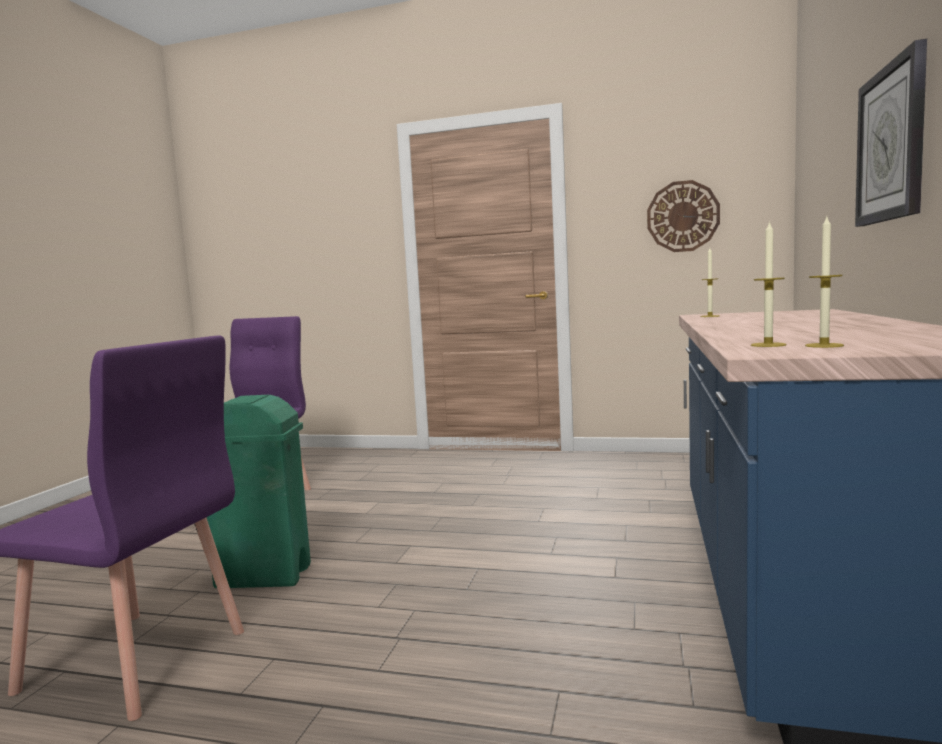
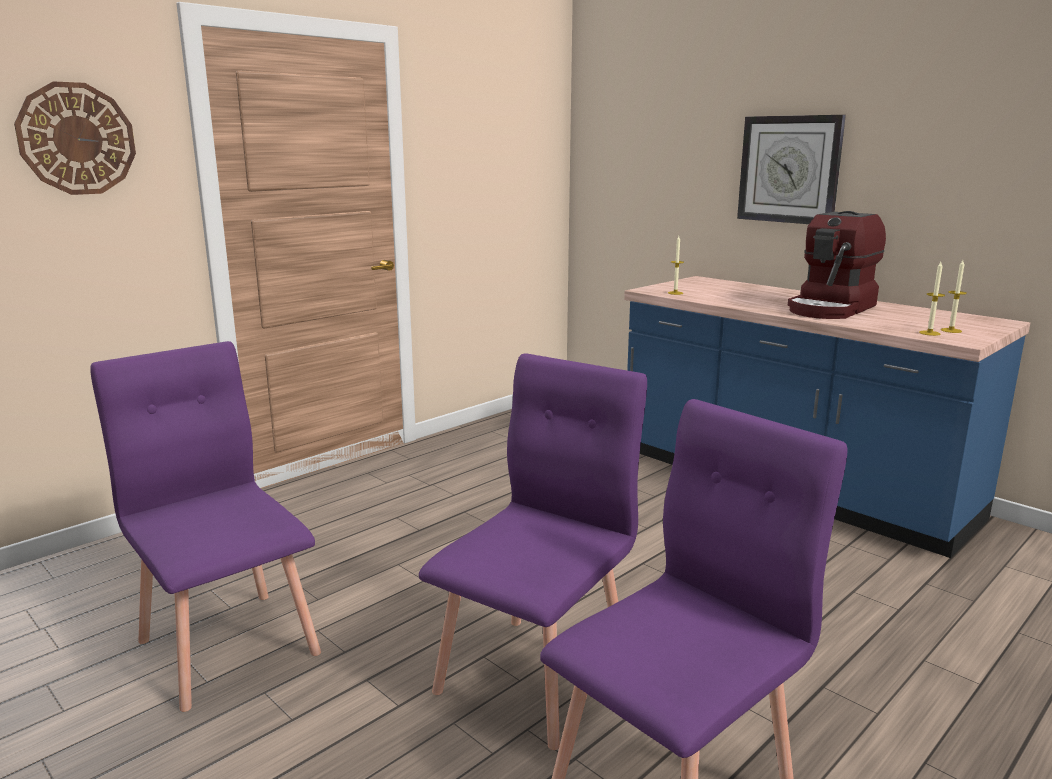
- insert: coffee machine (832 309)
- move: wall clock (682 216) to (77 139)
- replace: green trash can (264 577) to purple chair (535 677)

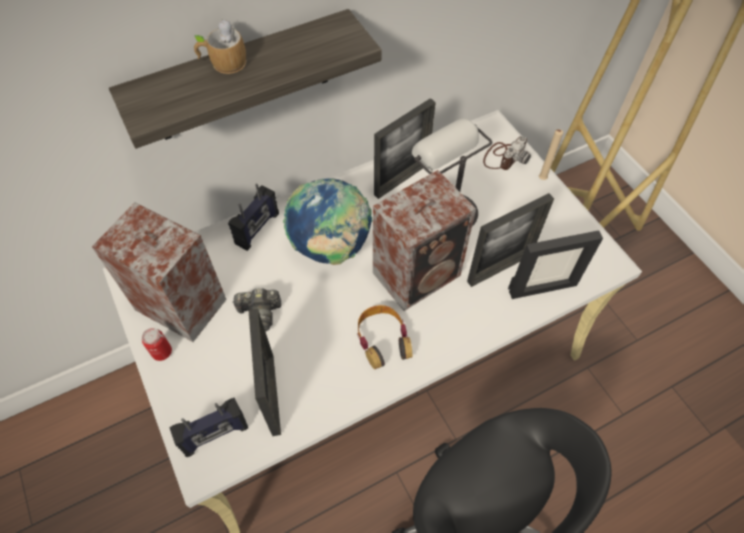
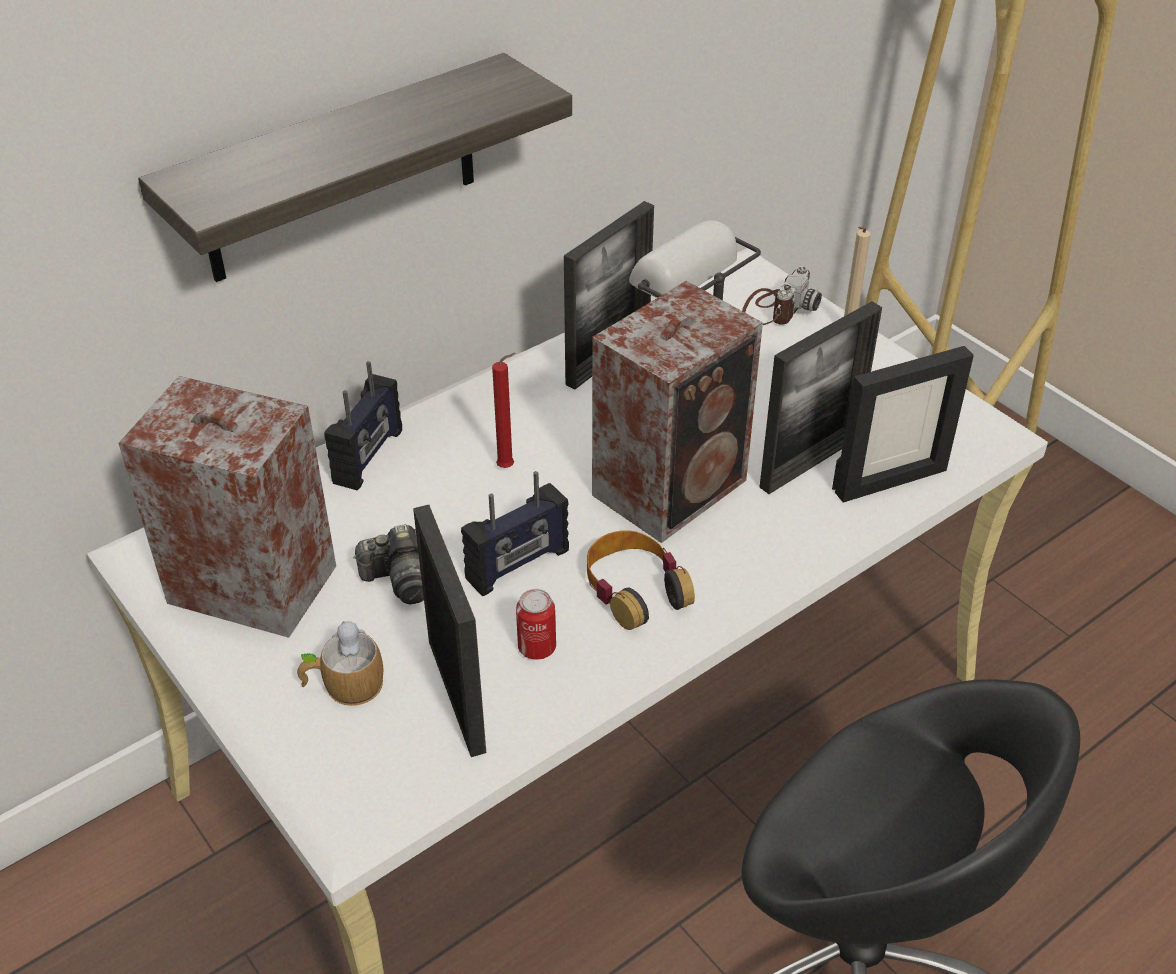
- move: can (162 352) to (537 647)
- move: radio (215 435) to (518 565)
- move: mug (223 62) to (343 684)
- replace: globe (331 247) to red candle (508 467)

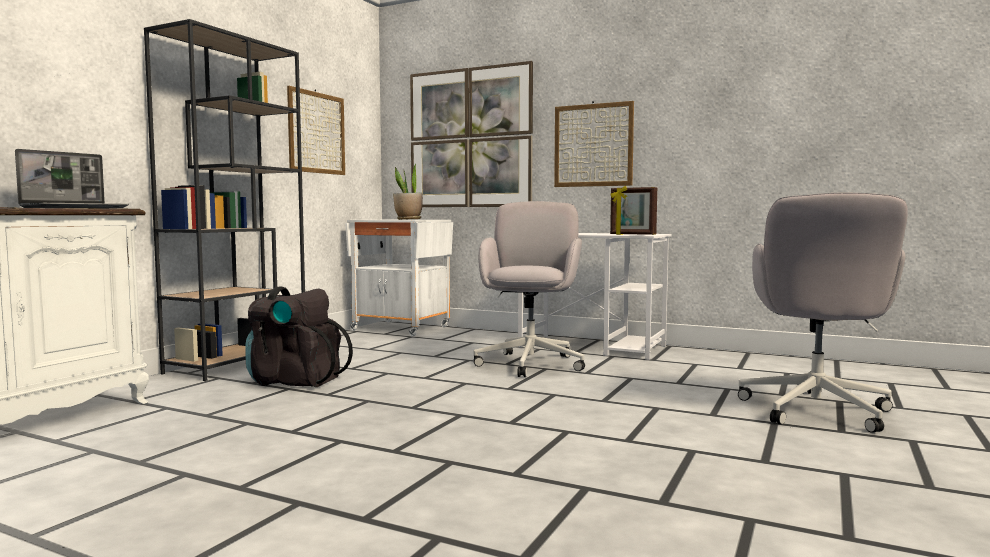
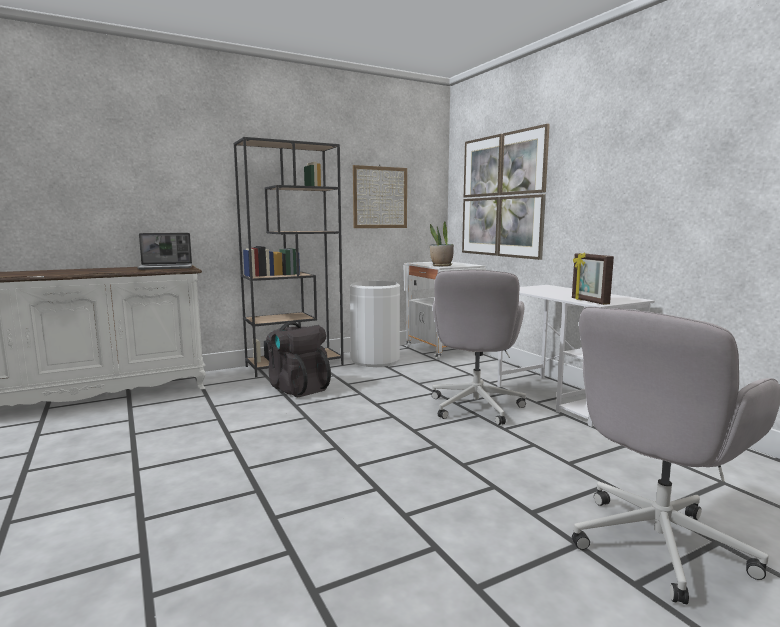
- delete: picture (593 144)
- insert: white trash can (375 360)
- rotate: grey office chair (531 364) = (475 407) 150 degrees clockwise

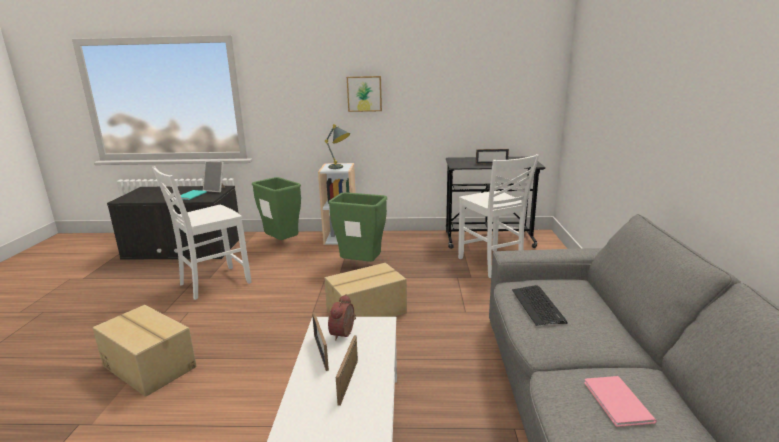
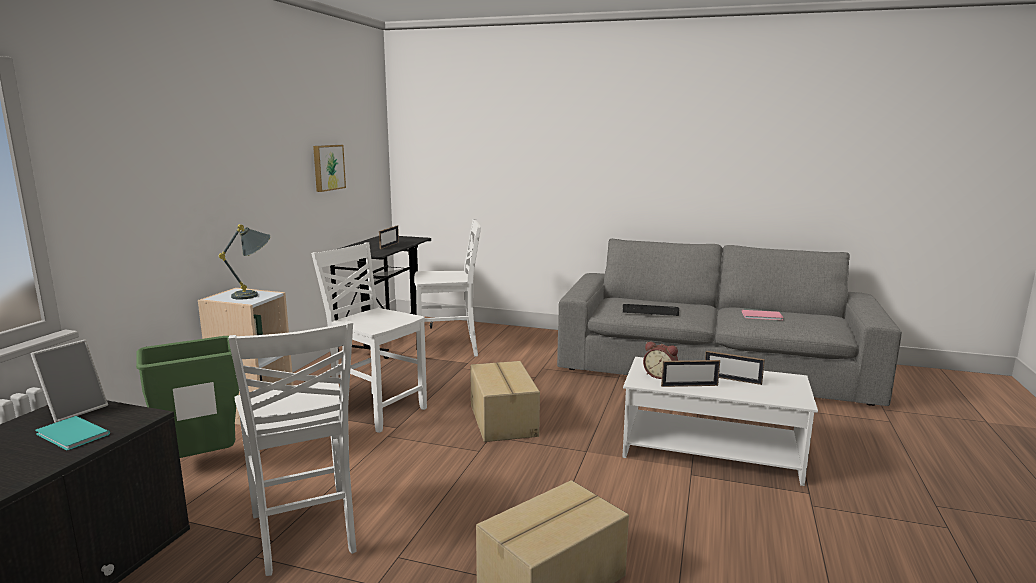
- move: picture (364 93) to (327 167)
- replace: green trash can (361 266) to white chair (376 410)

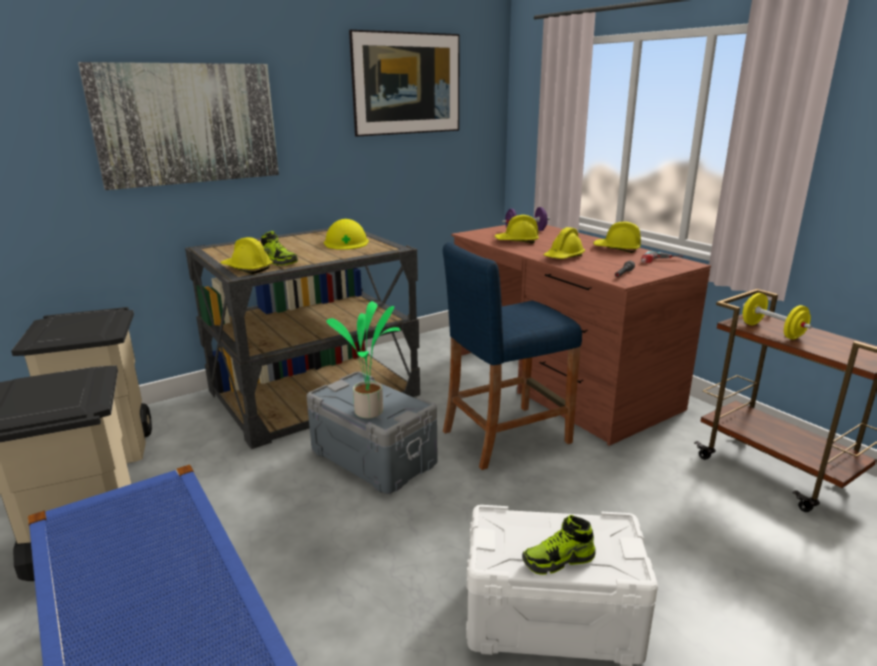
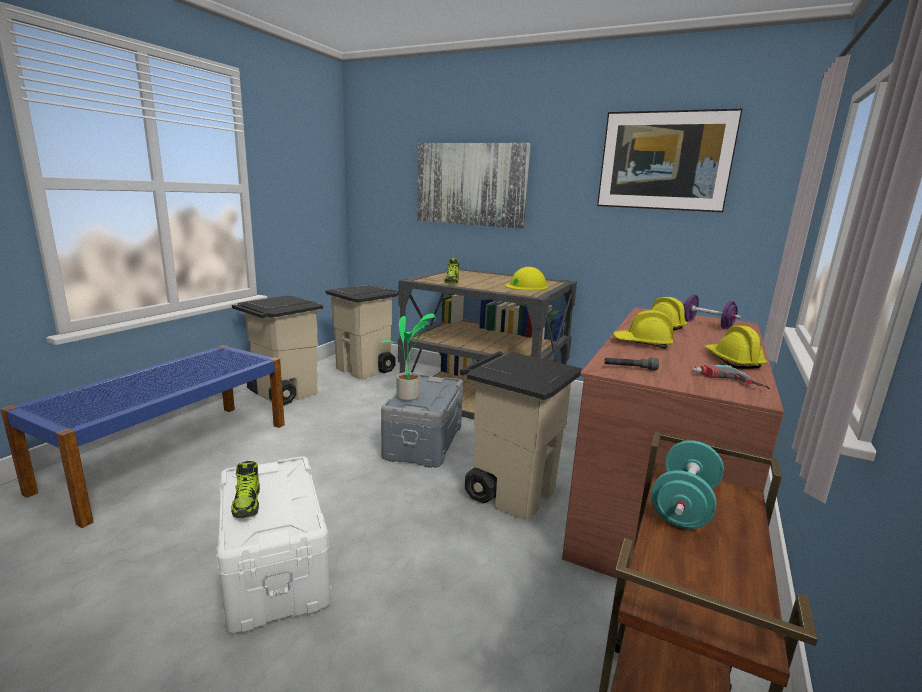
- delete: yellow hard hat (247 268)
- replace: blue stool (505 436) to beige trash can (512 491)
- recolor: yellow dumbbell (772 331) to turquoise dumbbell (683 506)
- rotate: shoe (558 560) = (247 503) 150 degrees counterclockwise

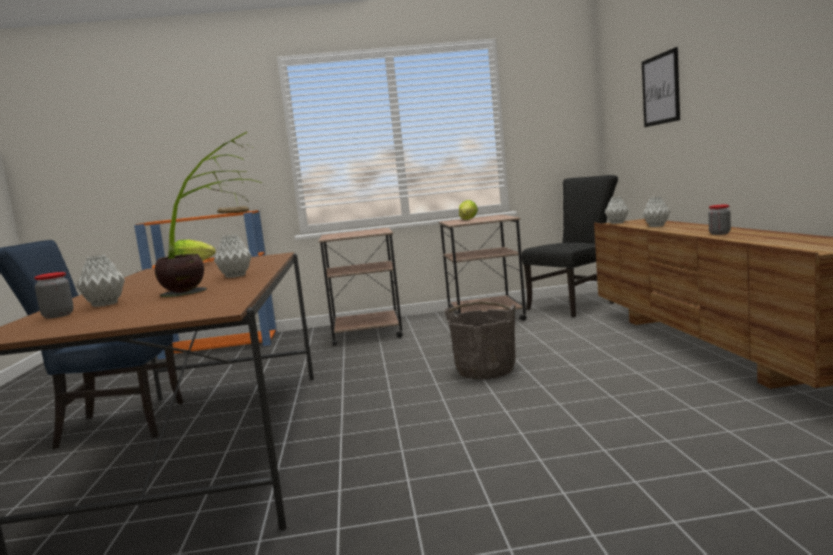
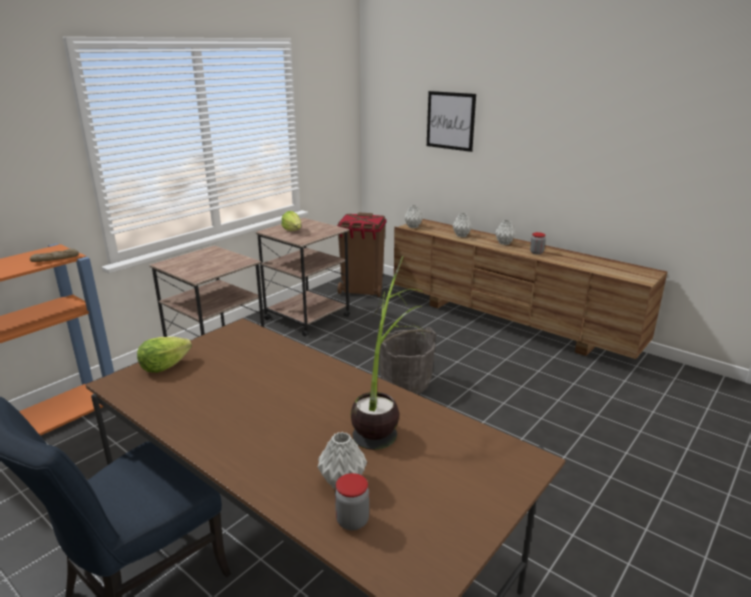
- move: grey vase (235 276) to (504 243)
- replace: black chair (575 305) to brown trash can (362 290)

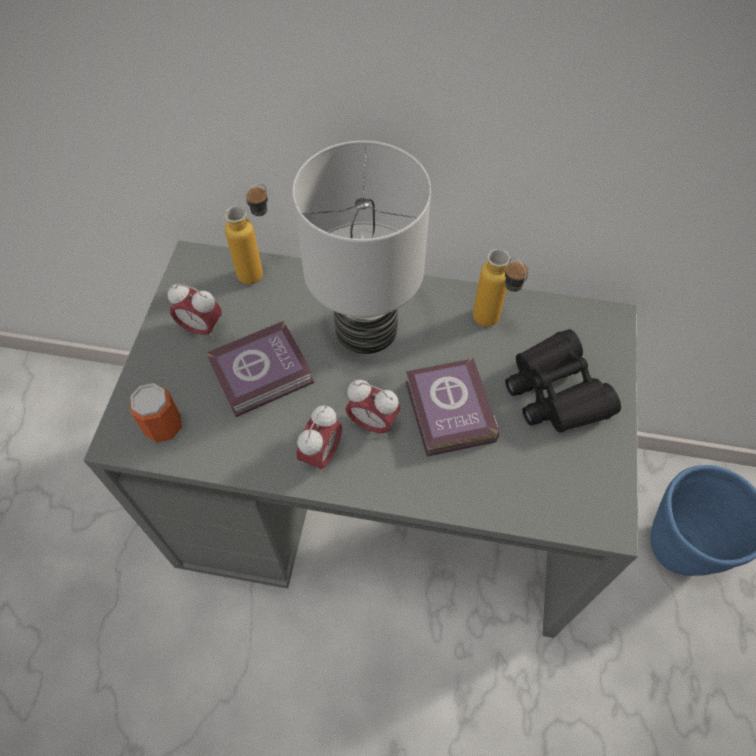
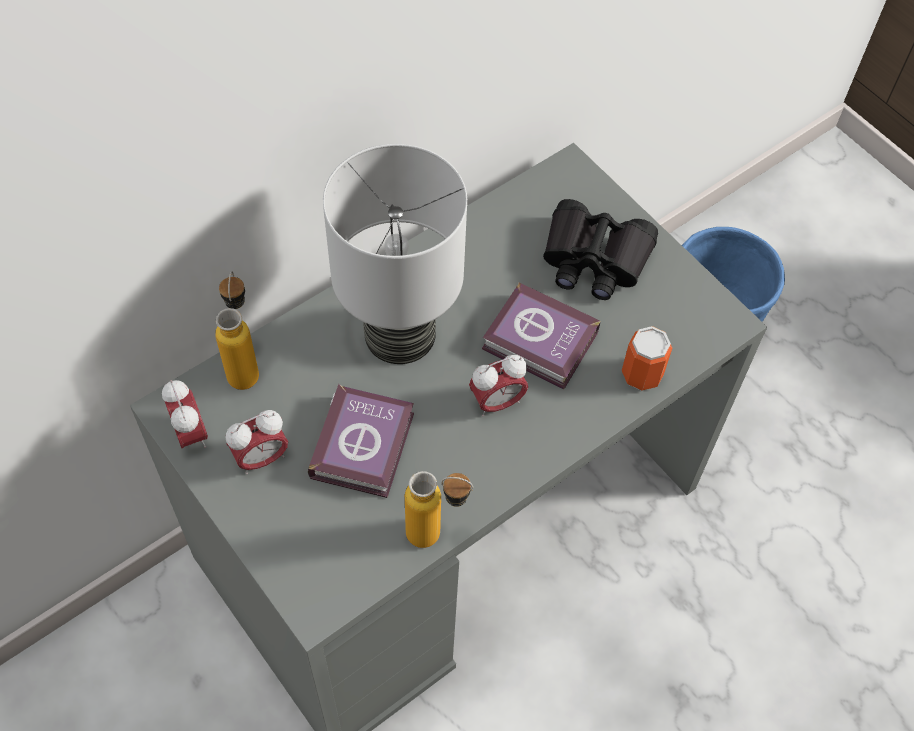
- move: can (164 427) to (641 374)
- move: alarm clock (321 454) to (190 434)
- move: bottle (492 324) to (437 535)

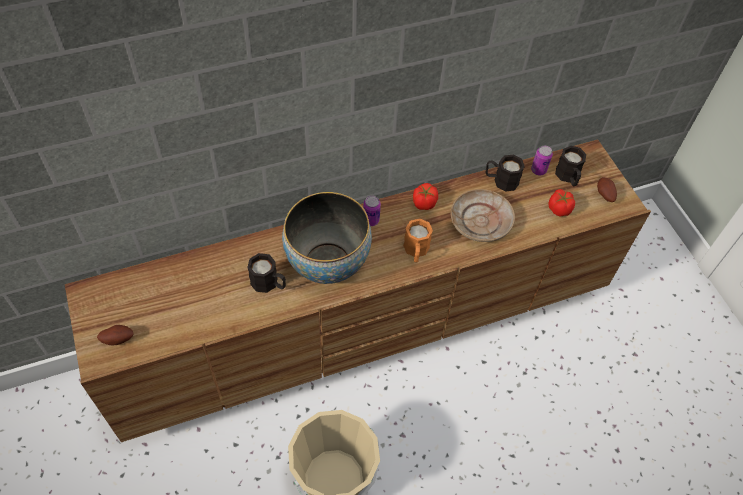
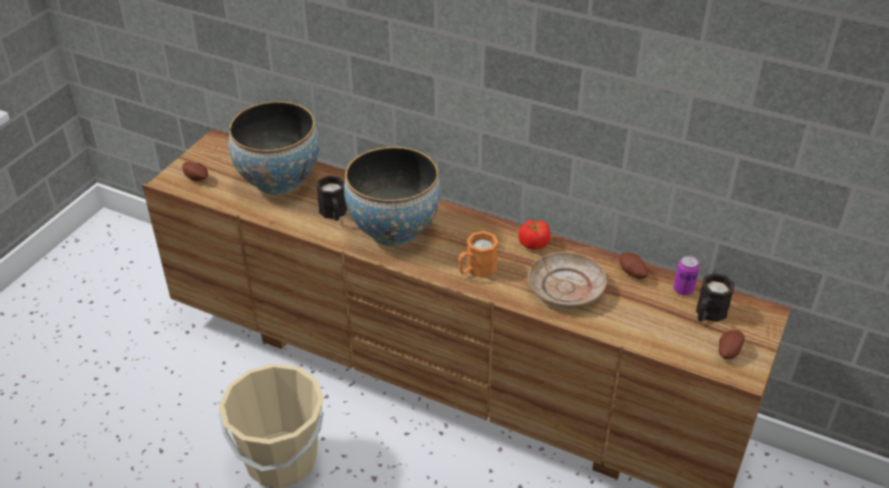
- delete: can (371 220)
- delete: tomato (559 209)
- insert: bowl (279 181)
- replace: black mug (501 180) to potato (631 273)

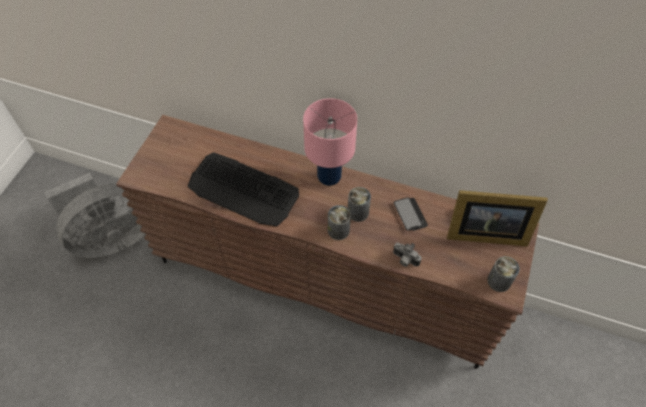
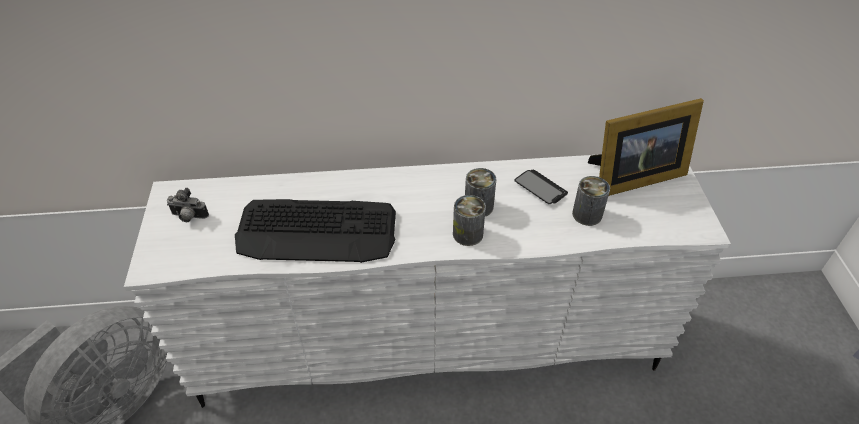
- delete: pink table lamp (329 176)
- move: photo camera (404 260) to (188 217)
- move: can (499 281) to (587 214)
- recolor: brown dresser (324 285) to white dresser (430 349)

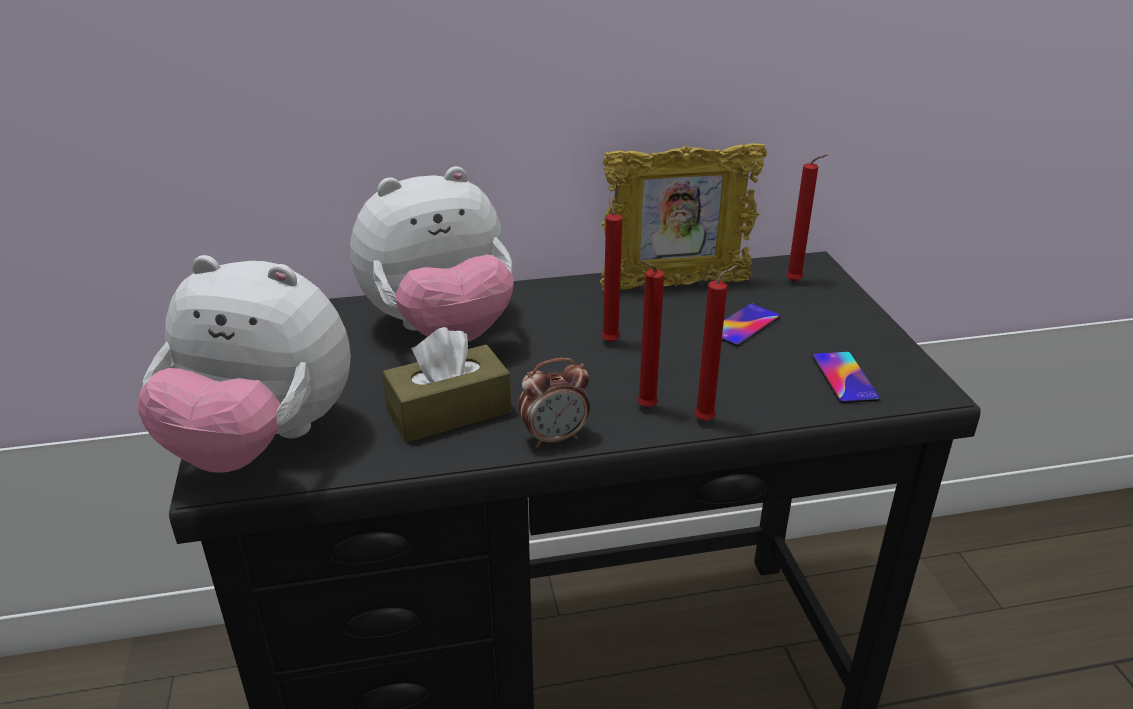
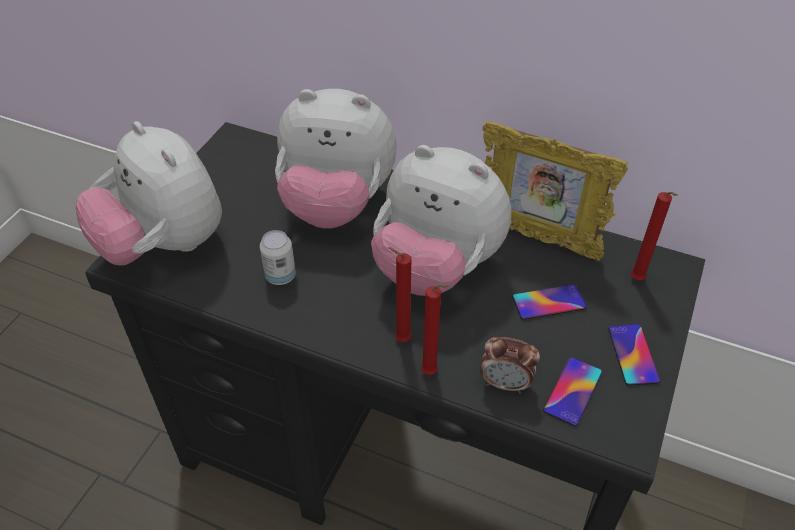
- insert: phone (633 354)
- move: alarm clock (555 438) to (505 383)
- replace: brown tissue box (449 412) to can (280 276)
- replace: red candle (609 340) to plush toy (436 268)

